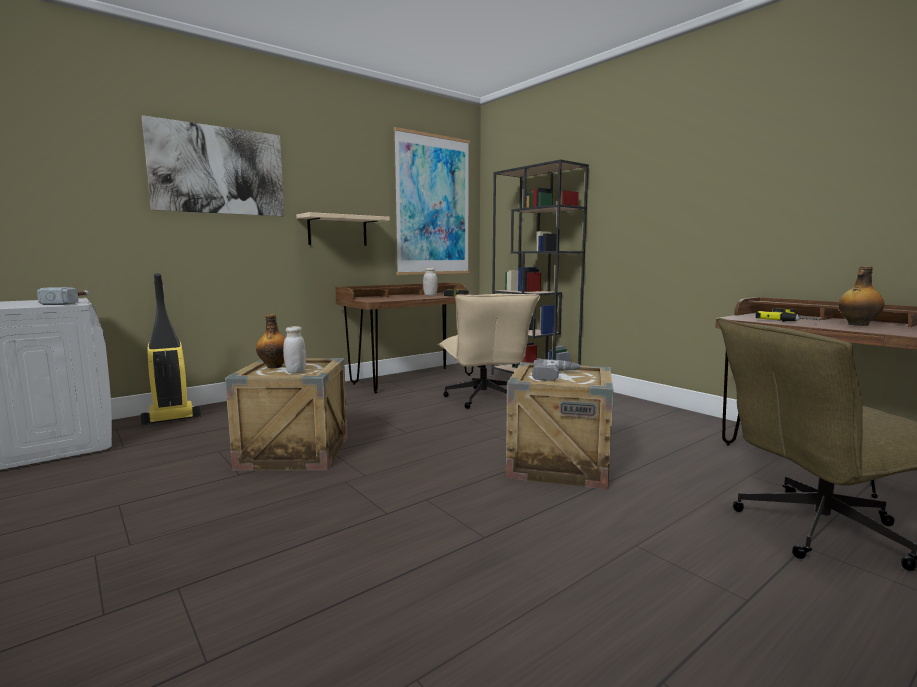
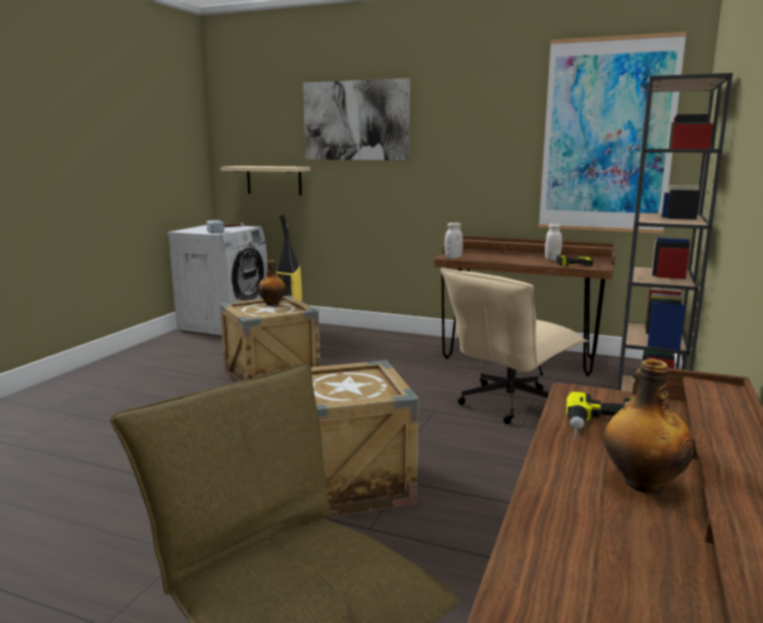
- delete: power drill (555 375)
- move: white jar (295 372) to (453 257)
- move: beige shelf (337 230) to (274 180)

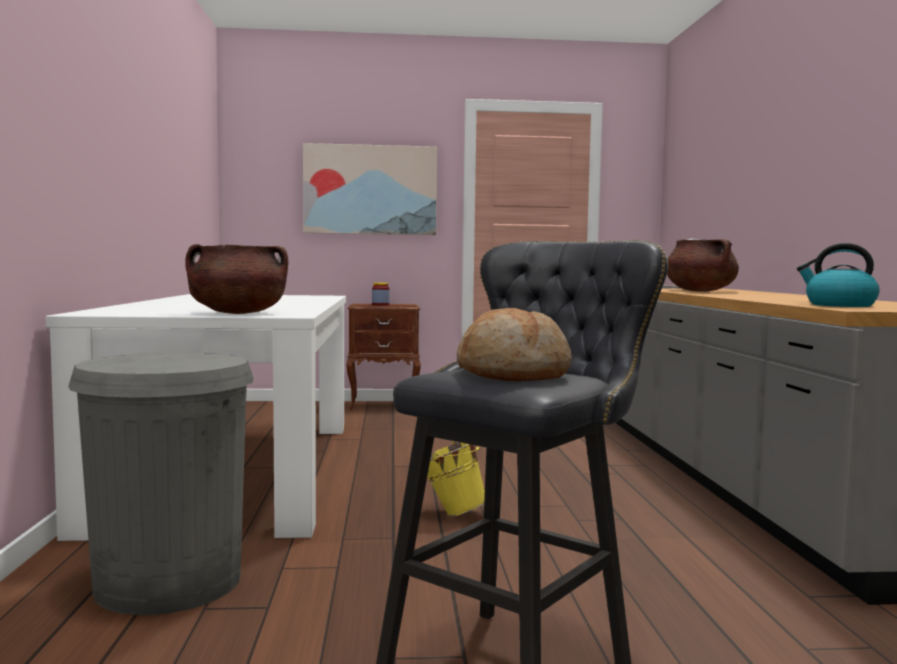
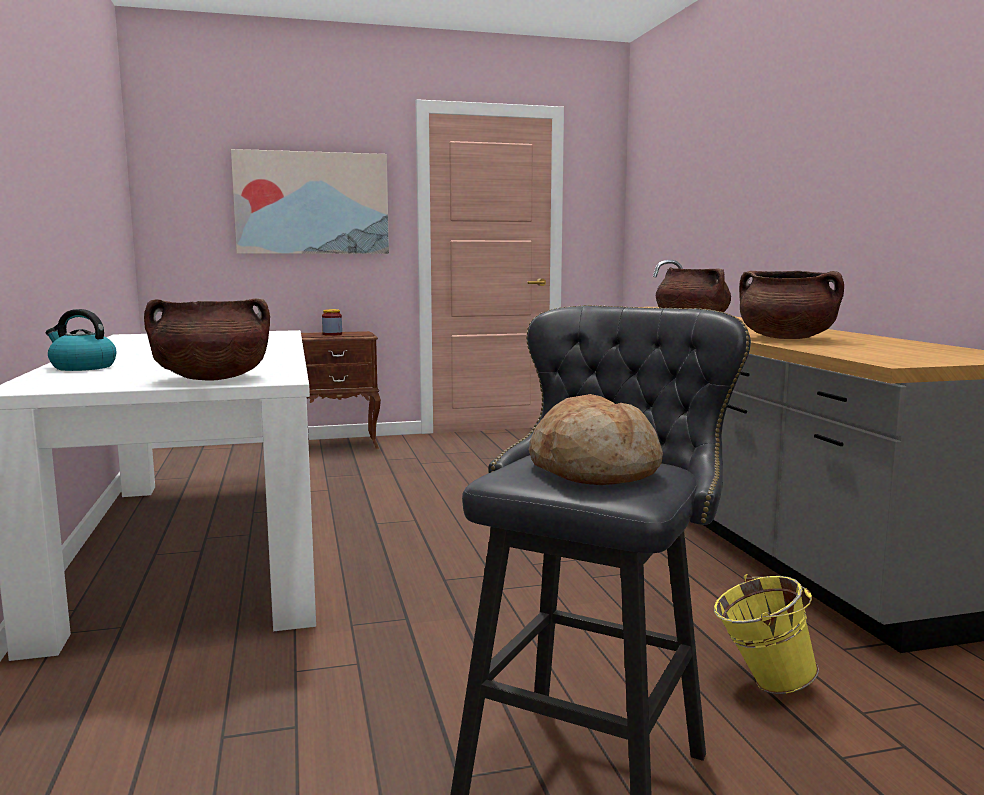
- delete: grey trash can (168 582)
- insert: brown cooking pot (786 338)
- move: yellow bucket (451 513) to (760 683)
- move: kettle (839 305) to (82 367)

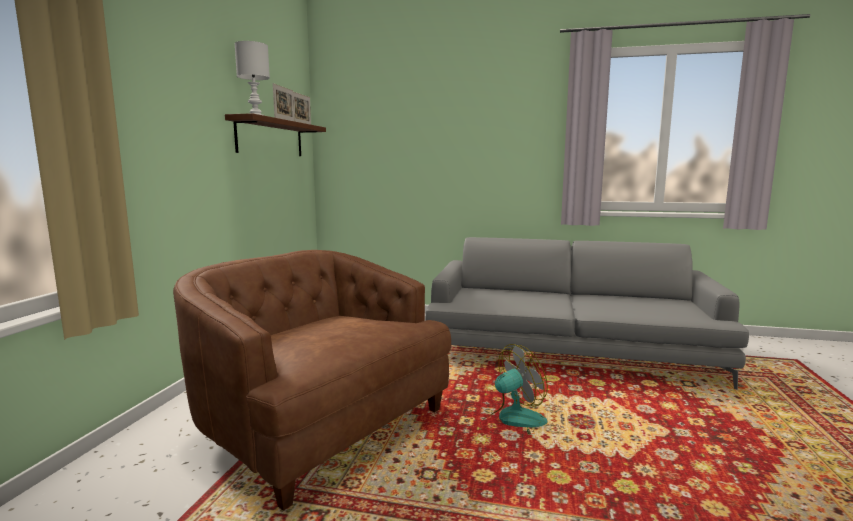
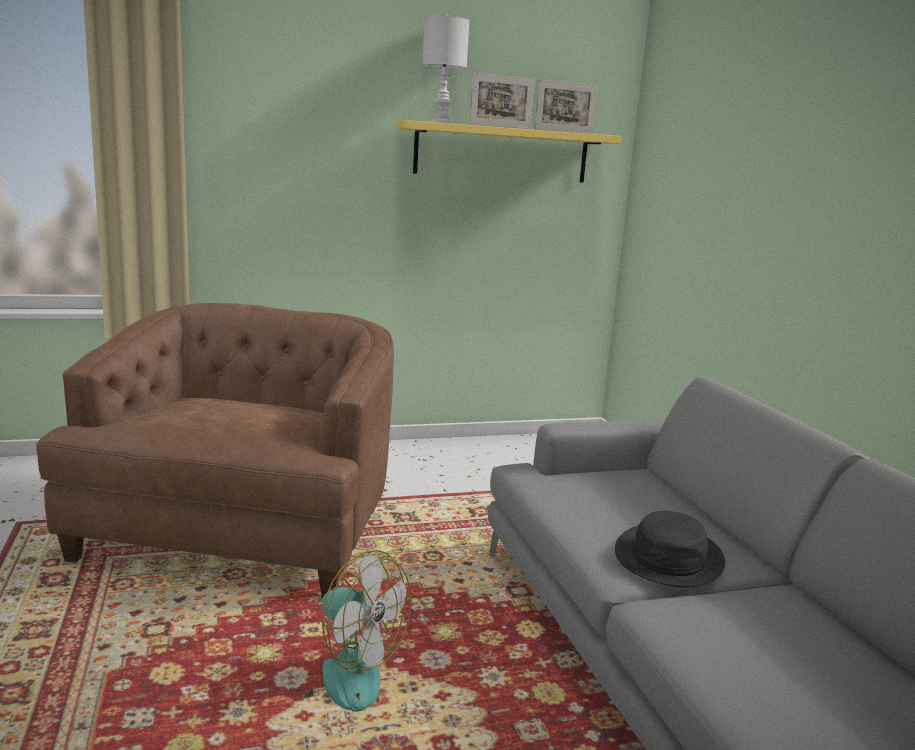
- insert: black hat (668 557)
- recolor: brown shelf (271 138) to yellow shelf (502 153)

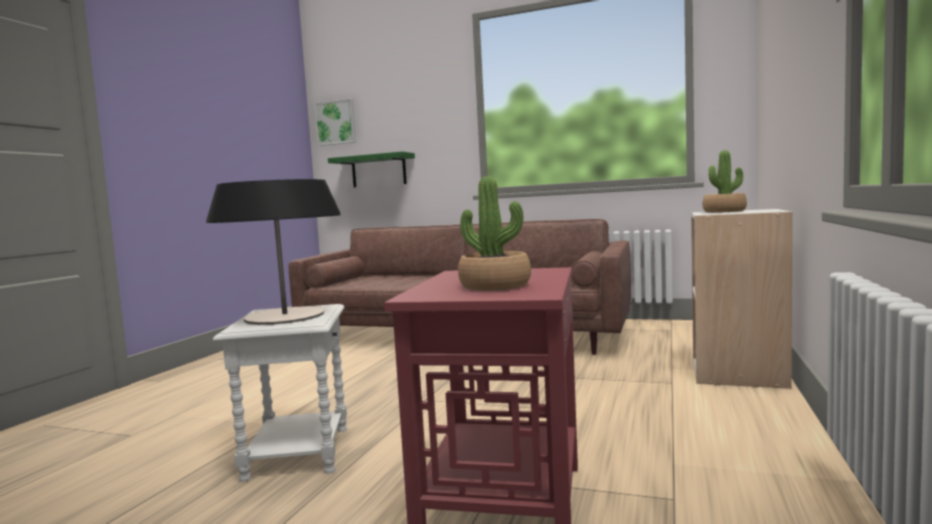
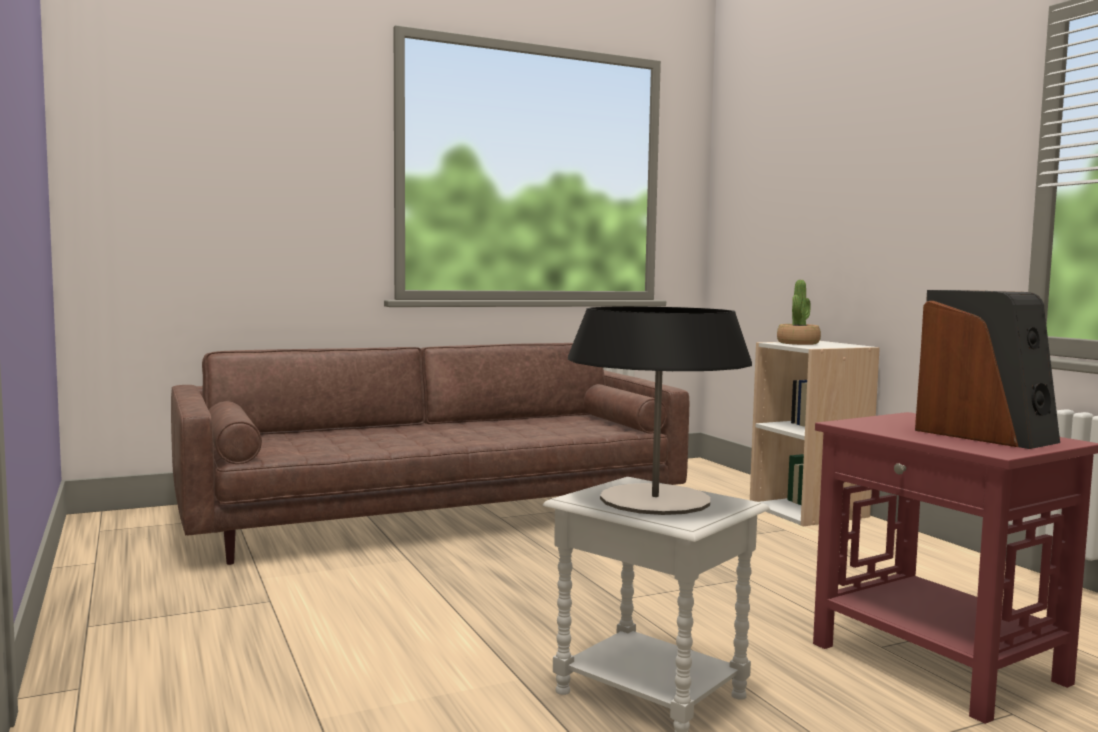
- delete: picture (336 123)
- delete: green shelf (378 171)
- replace: potted plant (495 285) to speaker (985 436)

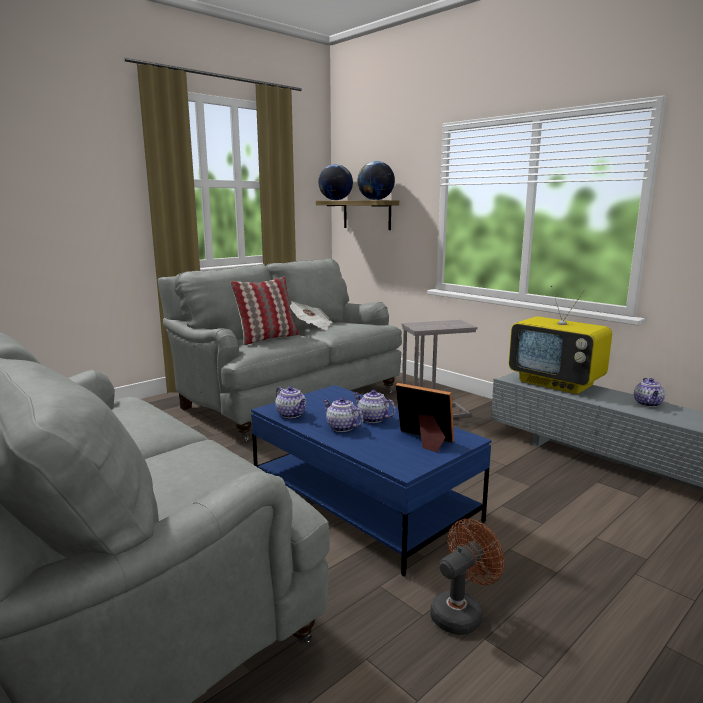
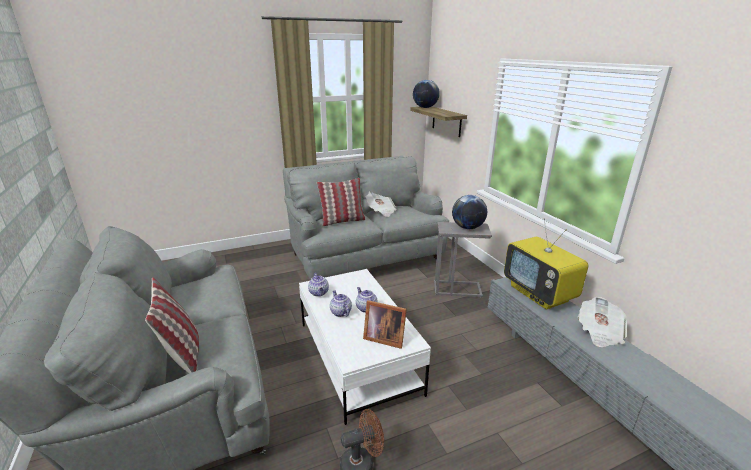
- insert: pillow (182 353)
- move: globe (376 200) to (467 227)
- replace: teapot (648 404) to newspaper (599 333)
- recolor: blue coffee table (361 501) to white coffee table (357 357)
- rotate: picture frame (424 441) = (383 337) 150 degrees clockwise

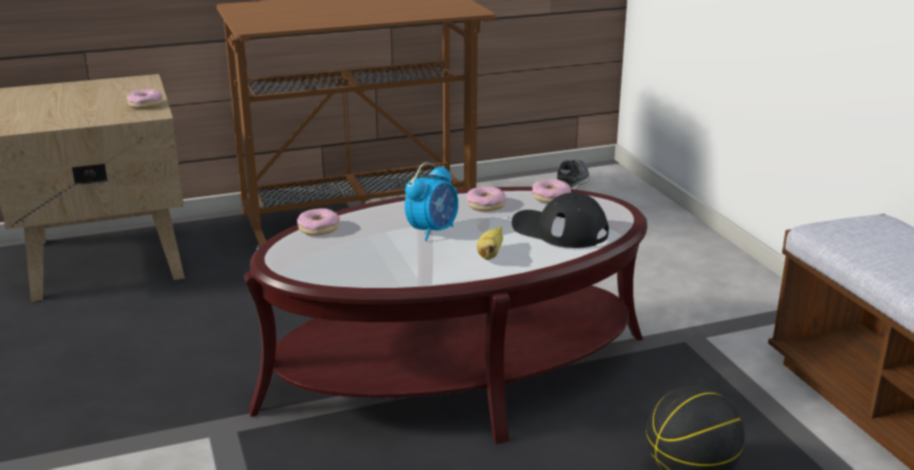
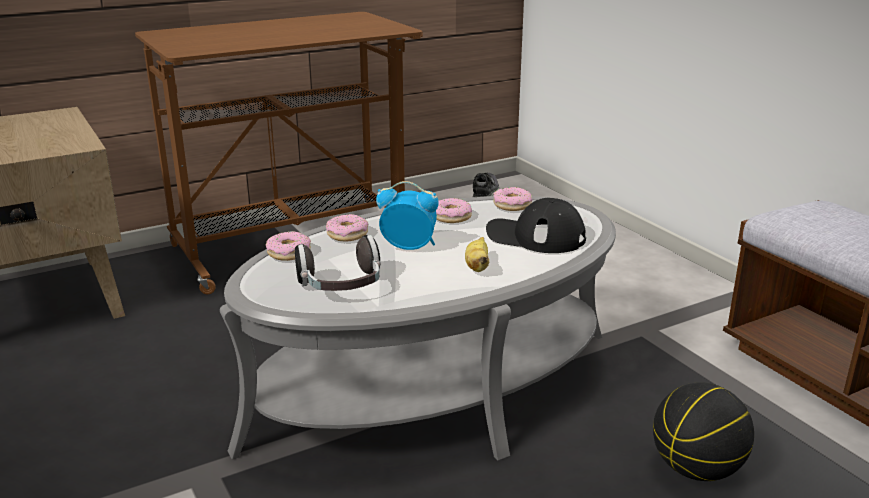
- insert: headphones (341 287)
- move: donut (145 104) to (347 234)
- recolor: brown coffee table (456 372) to grey coffee table (434 388)
- rotate: alarm clock (433 231) = (409 247) 105 degrees counterclockwise

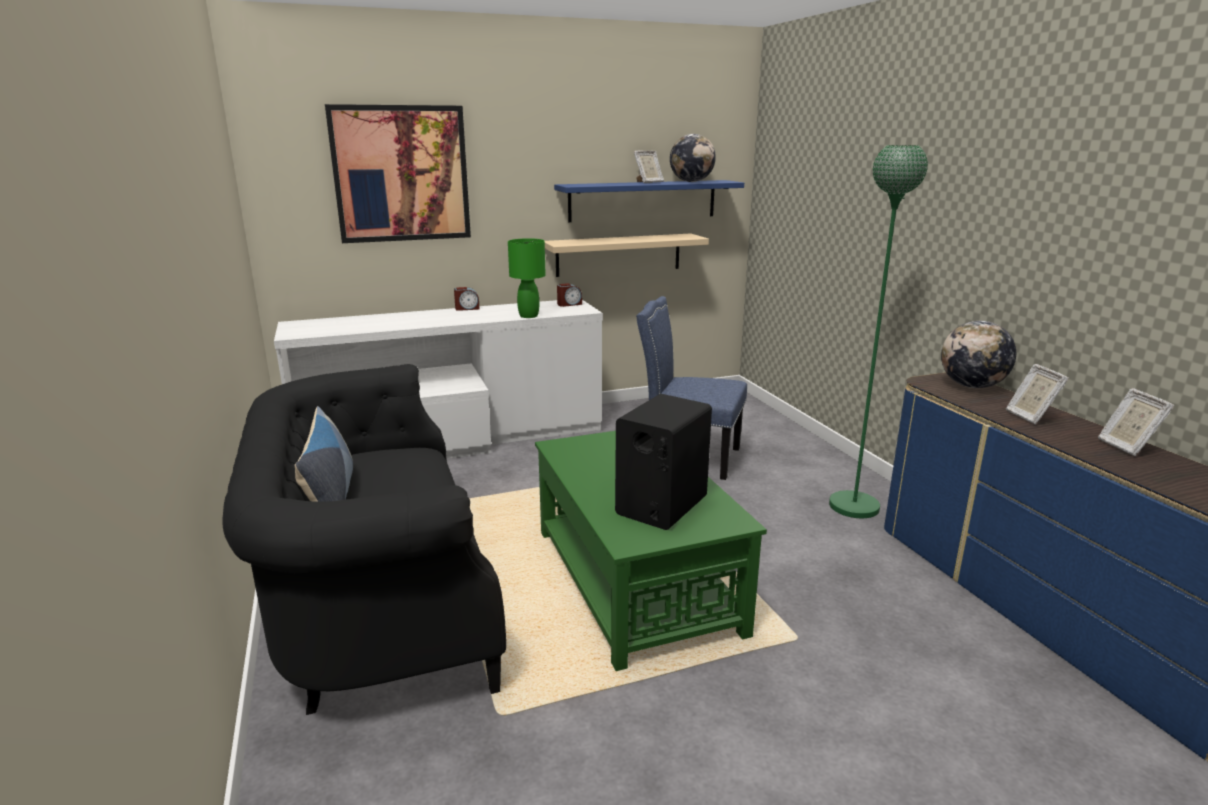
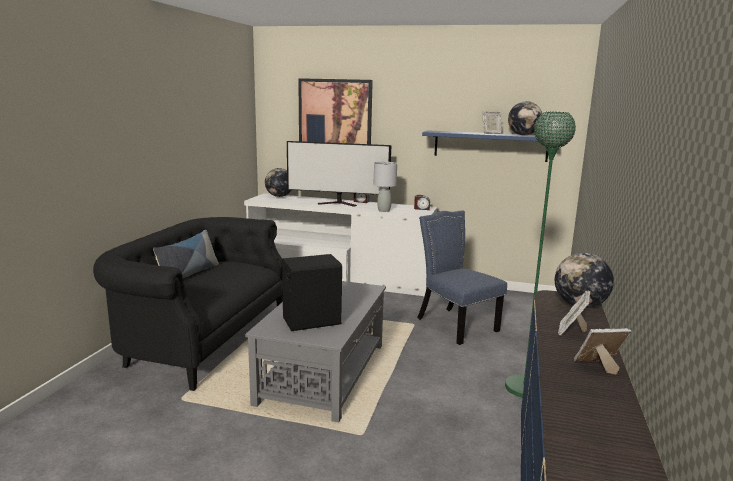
- delete: beige shelf (618 254)
- insert: globe (279 196)
- insert: television (339 204)
- recolor: green table lamp (529 316) to grey table lamp (384 210)
- recolor: green coffee table (635 579) to grey coffee table (324 373)
- rotate: picture frame (1126 446) = (598 367) 60 degrees clockwise

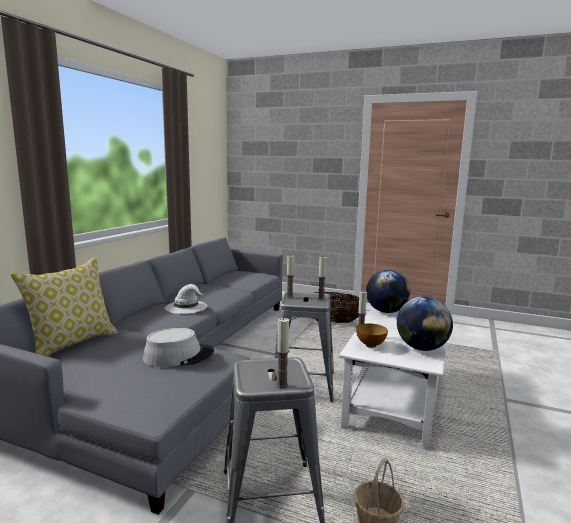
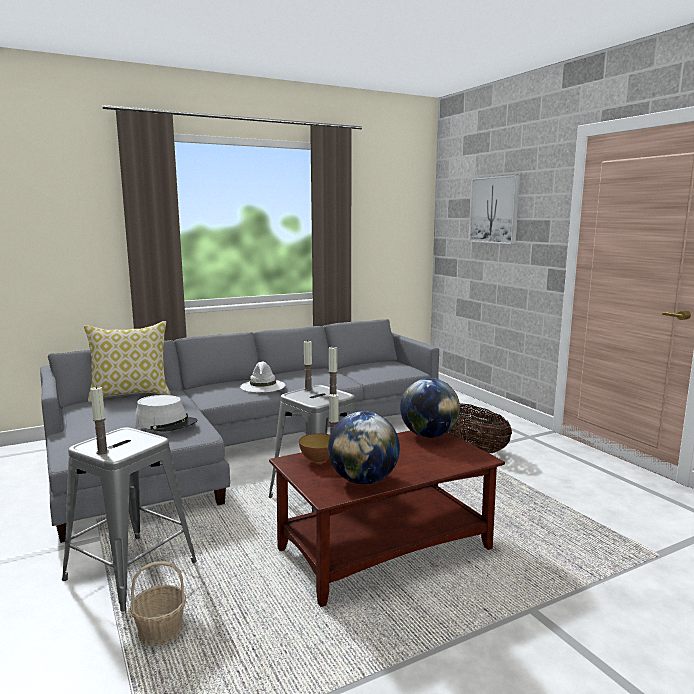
- insert: picture (494 210)
- recolor: white coffee table (395 398) to brown coffee table (386 548)

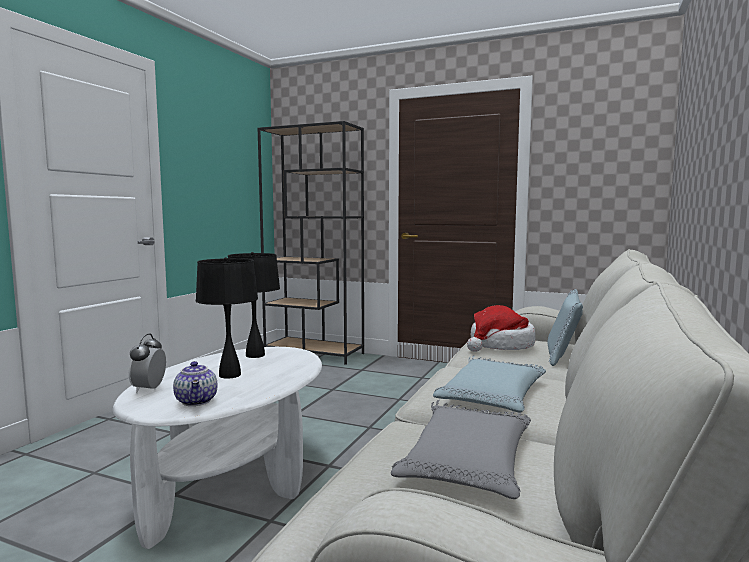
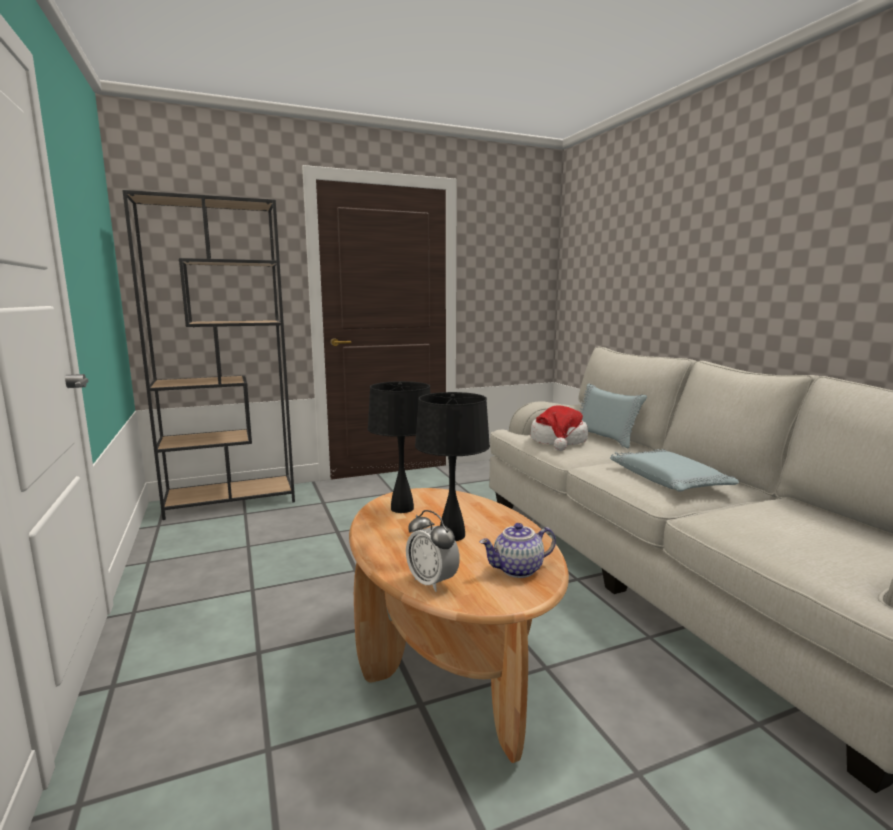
- delete: grey pillow (467 458)
- recolor: white coffee table (234 483) to brown coffee table (450 659)
- rotate: teapot (197 401) = (518 570) 135 degrees clockwise

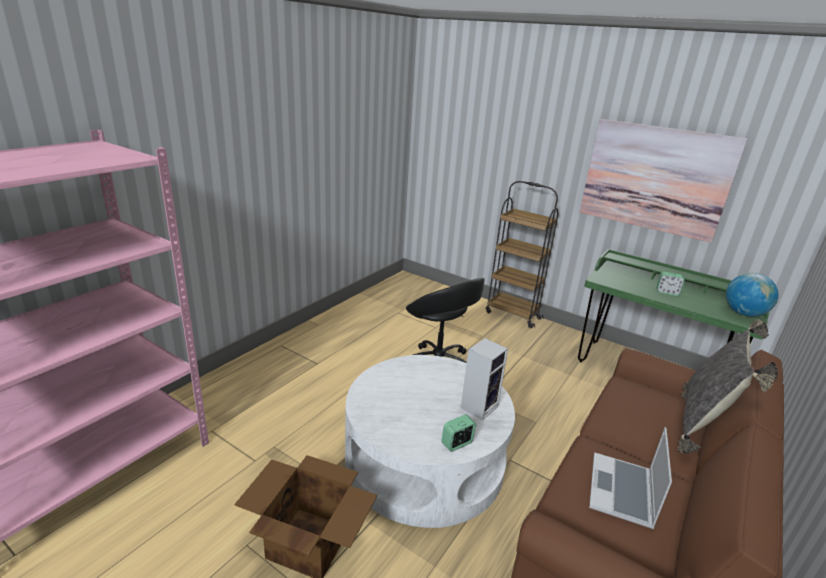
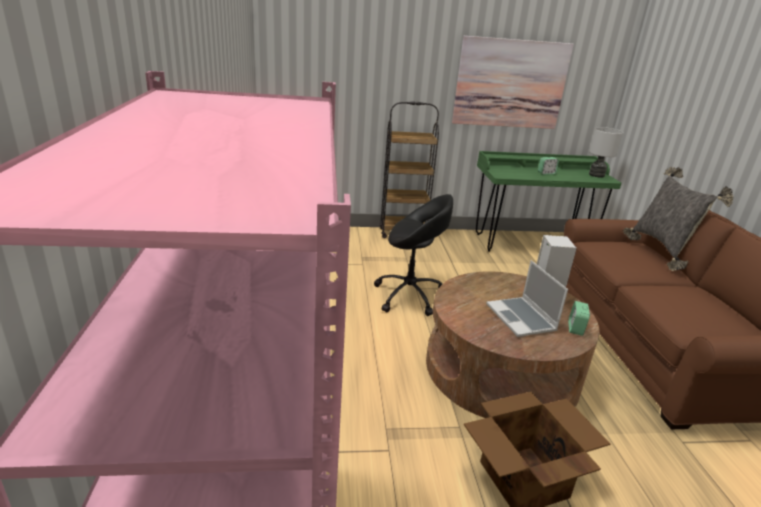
- move: laptop (622 492) to (521 318)
- replace: globe (743 313) to grey table lamp (596 175)
- recolor: white coffee table (424 459) to brown coffee table (501 368)

